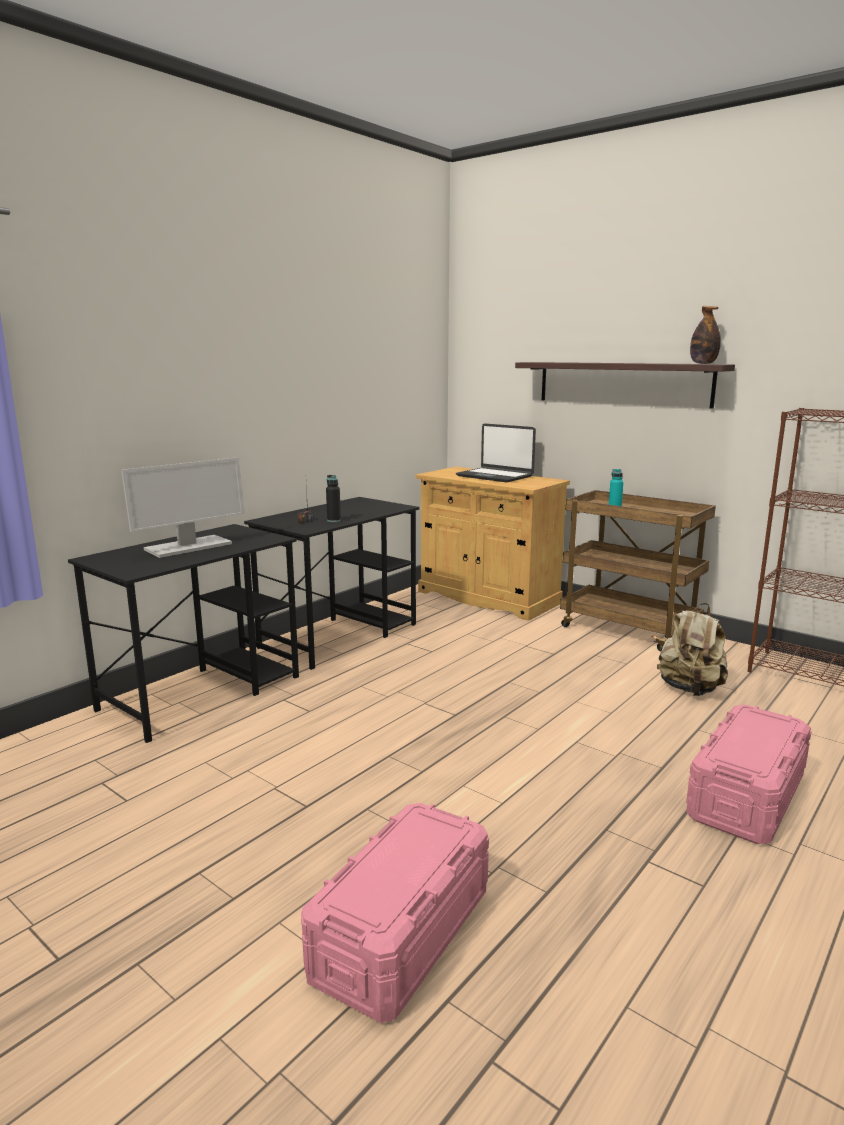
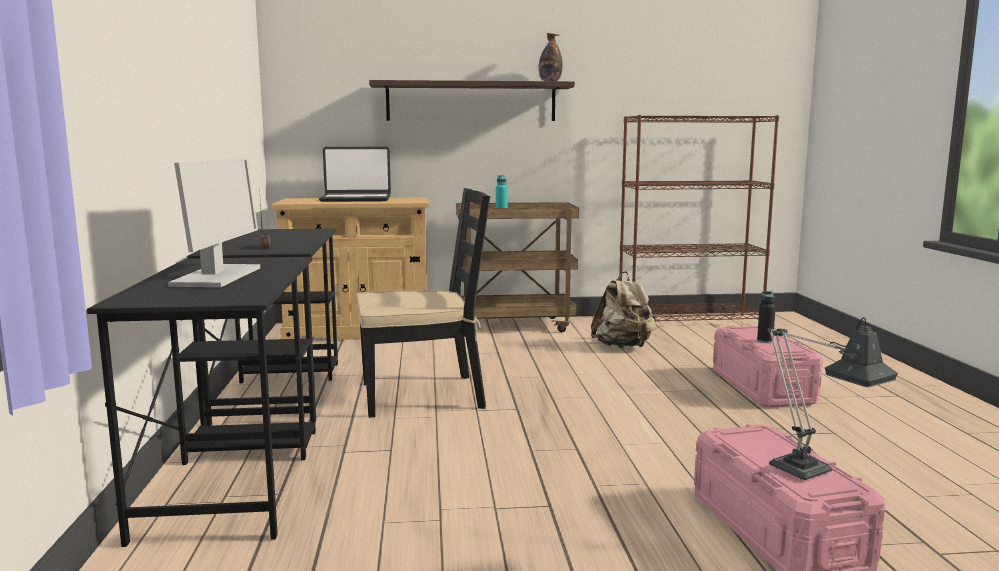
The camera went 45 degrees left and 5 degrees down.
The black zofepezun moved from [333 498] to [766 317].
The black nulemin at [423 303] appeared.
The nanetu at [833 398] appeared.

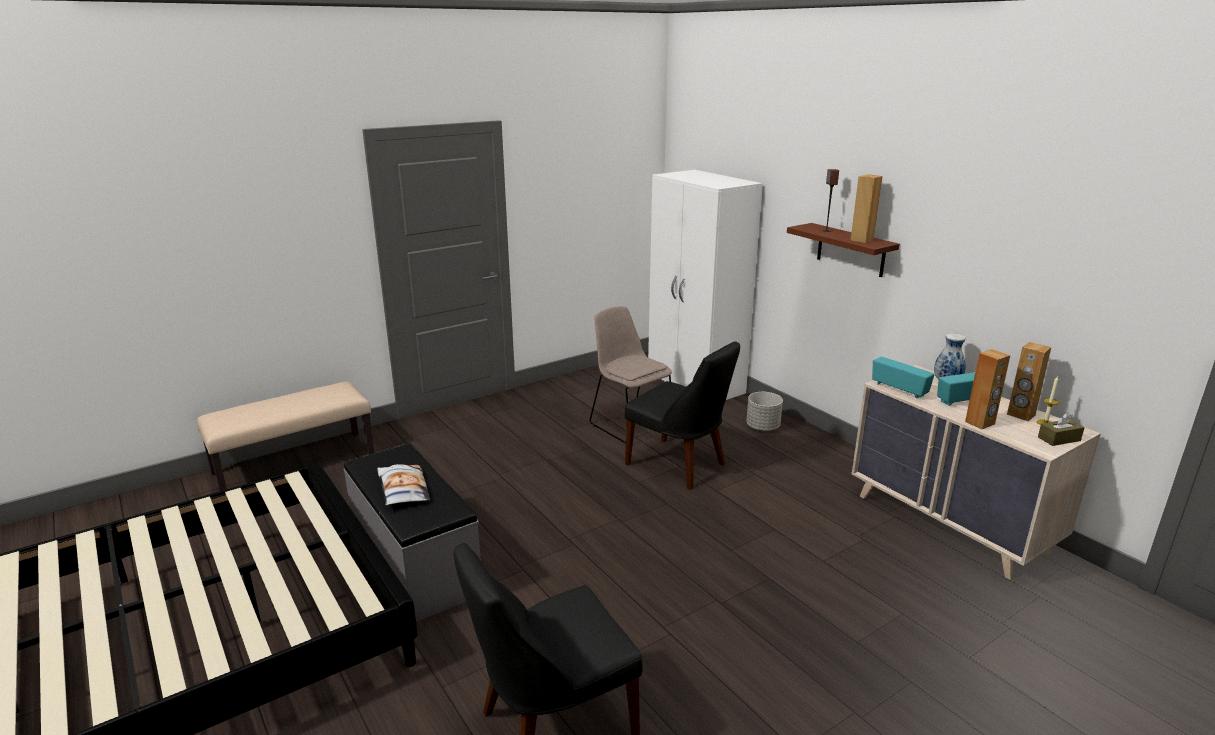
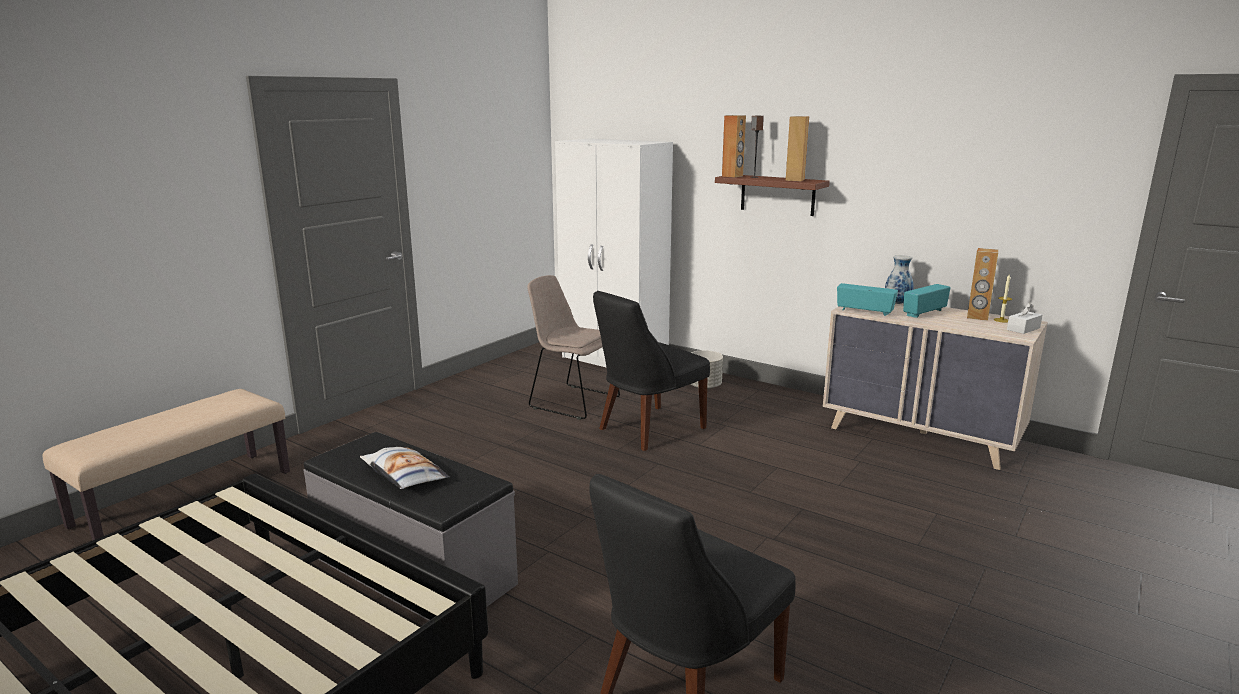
The camera went 20 degrees left and 5 degrees down.
The black nulemin at [682 415] turned 120 degrees clockwise.
The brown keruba moved from [987 389] to [734 146].
The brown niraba at [1061 429] became the white niraba at [1024 318].

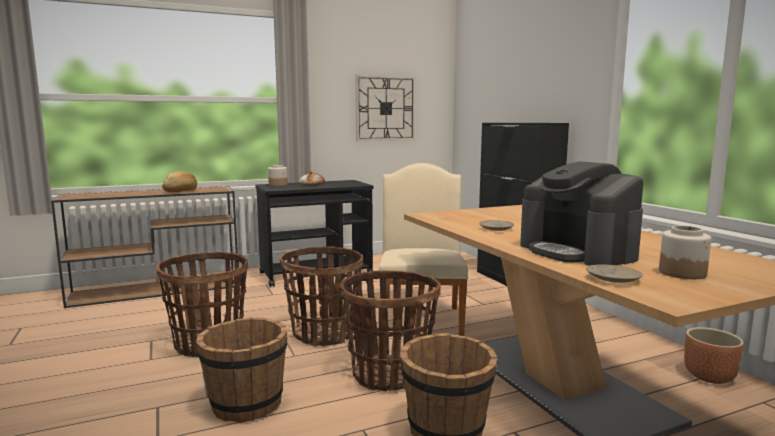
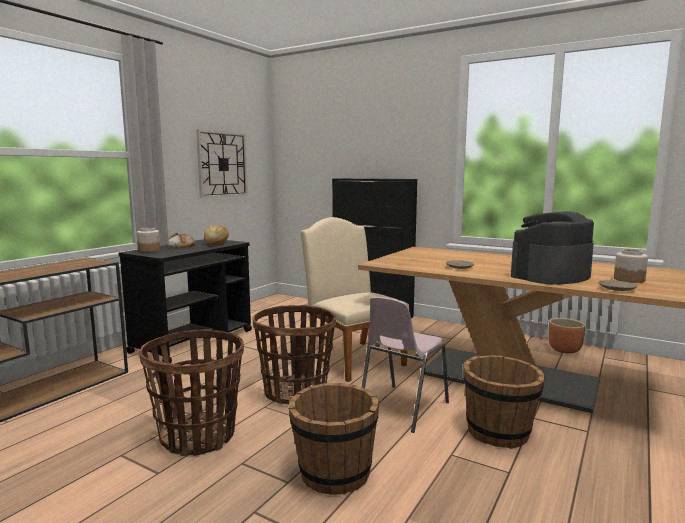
The camera went 35 degrees left and 0 degrees up.
The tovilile moved from [179 182] to [216 235].
The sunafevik at [390 331] was replaced by the pink nulemin at [405 365].
The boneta at [582 213] turned 120 degrees clockwise.

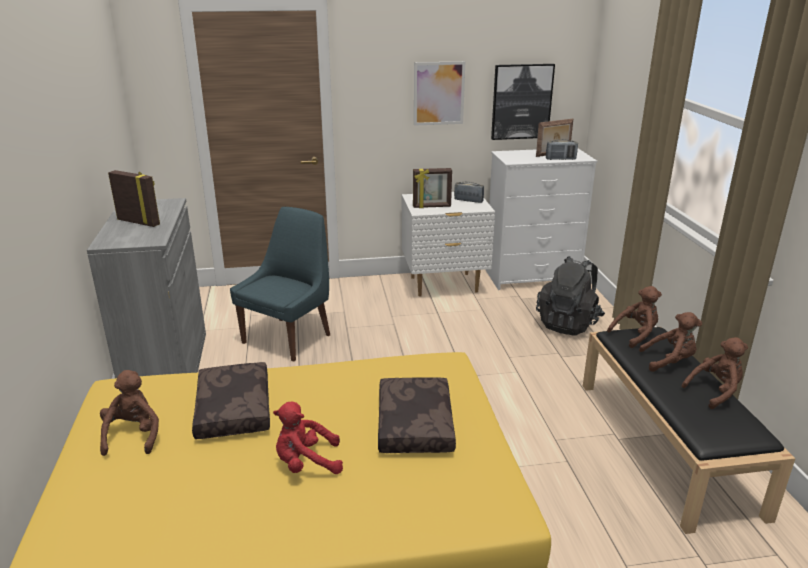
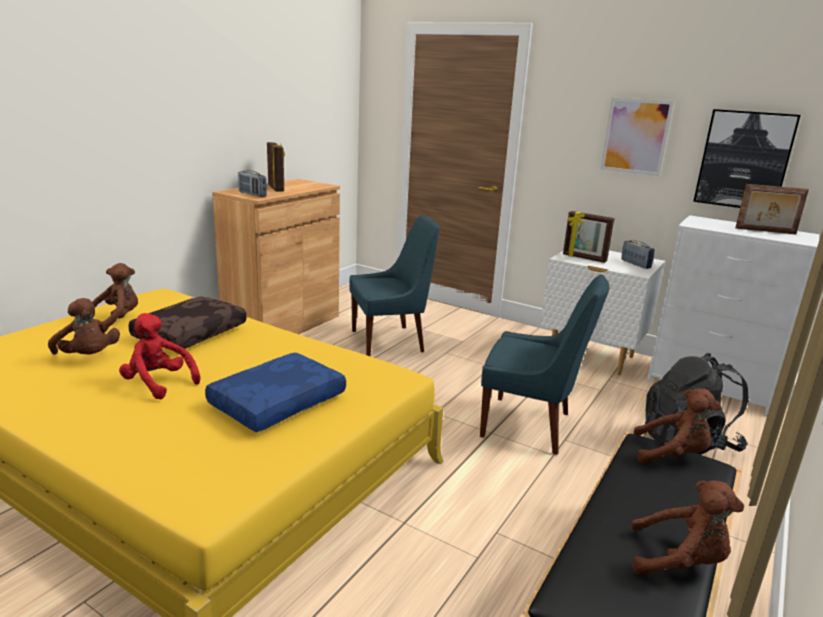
The camera went 40 degrees right and 5 degrees down.
The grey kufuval at [146 288] became the brown kufuval at [276 256].
The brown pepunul at [417 415] became the blue pepunul at [275 392].
The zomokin moved from [562 149] to [252 183].
The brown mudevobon moved from [670 342] to [84 326].
The blue nulemin at [545 364] appeared.

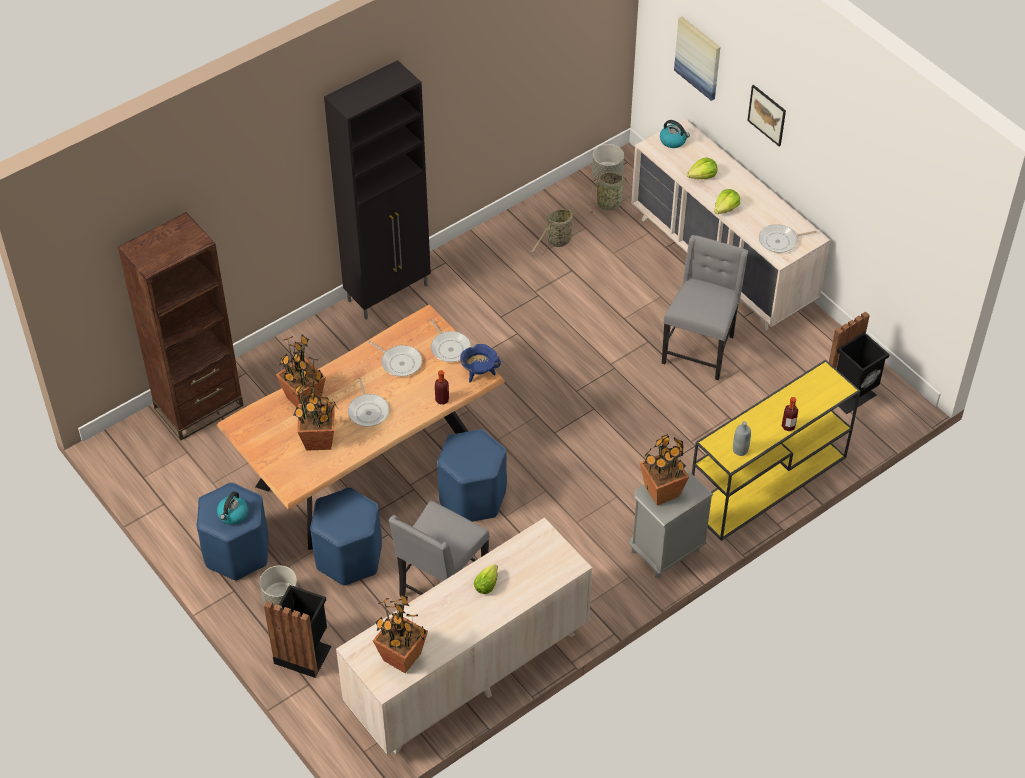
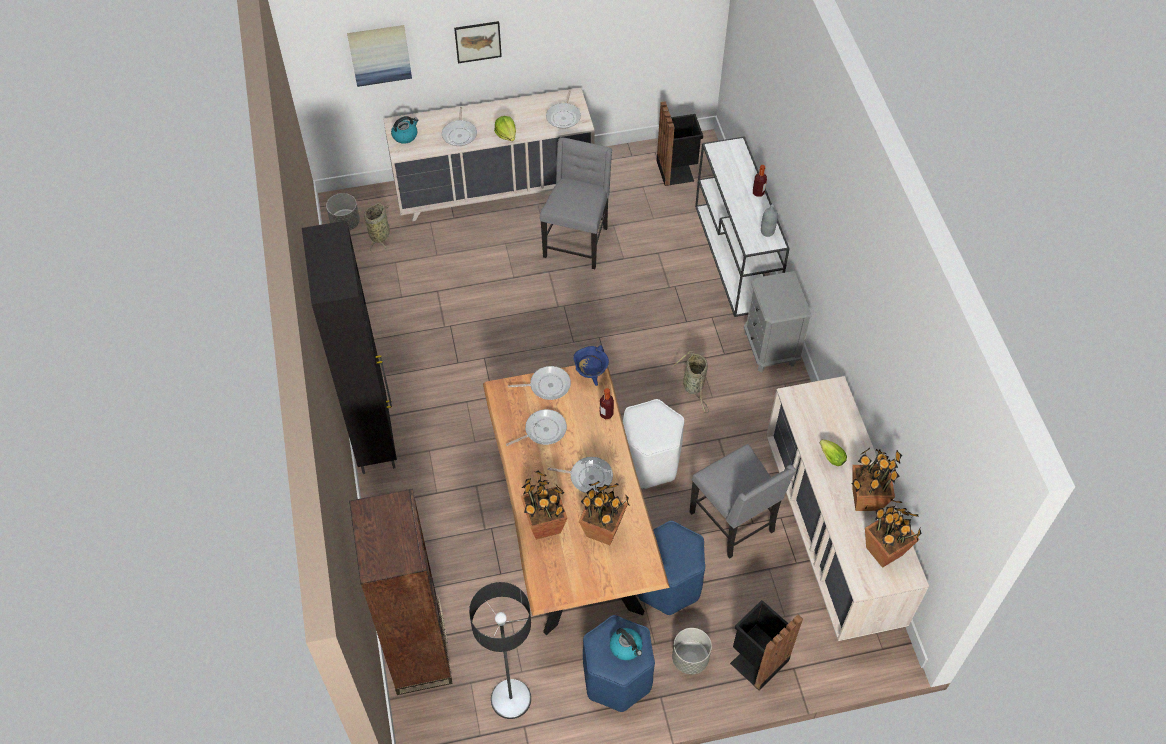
The camera went 65 degrees left and 5 degrees up.
The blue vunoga at [472 475] became the white vunoga at [653 444].
The sunafevik moved from [555 232] to [690 382].
The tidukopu moved from [664 469] to [877 479].
The grey nulemin at [705 307] turned 60 degrees clockwise.
The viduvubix at [702 168] was replaced by the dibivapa at [459 126].
The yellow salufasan at [776 450] became the white salufasan at [742 226].
The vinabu at [500 650] appeared.

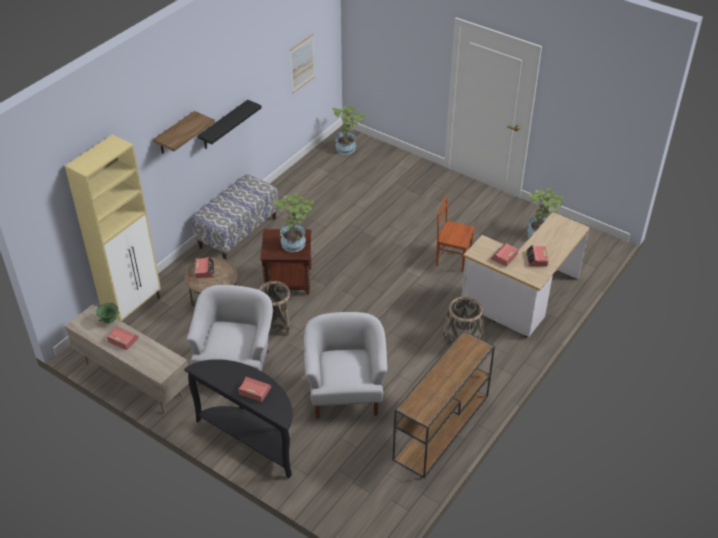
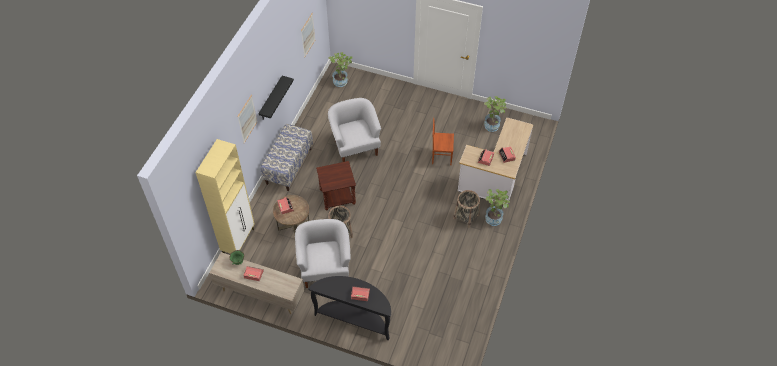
The camera went 15 degrees left and 10 degrees up.
The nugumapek at [184 132] was replaced by the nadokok at [247 119].
The tidukopu moved from [293 222] to [497 207].
The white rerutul moved from [345 365] to [354 130].
The brown salufasan at [444 404] disappeared.

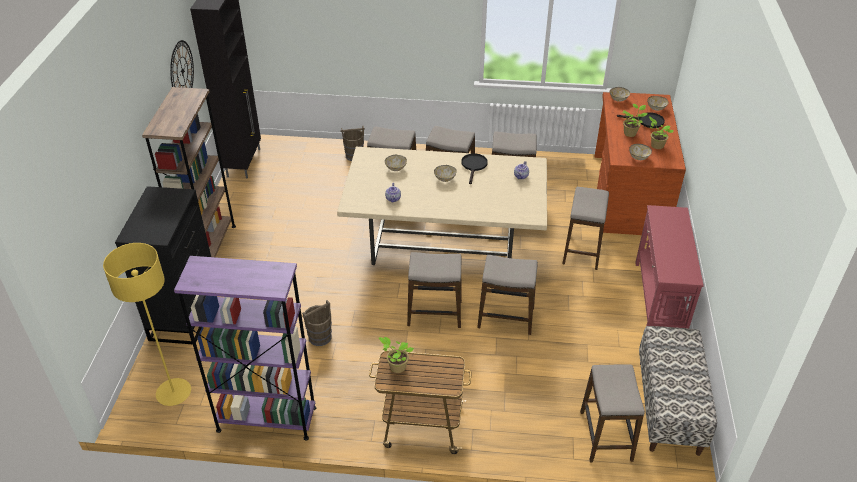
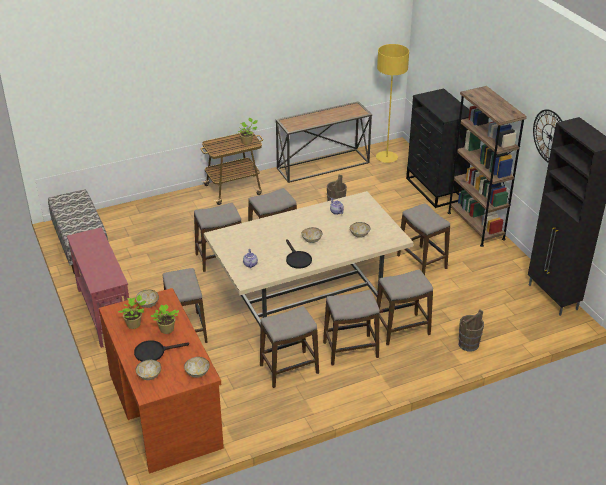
The camera went 150 degrees right and 5 degrees down.
The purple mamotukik at [245 348] was replaced by the salufasan at [323 142].
The vunoga moved from [612 413] to [423 239].

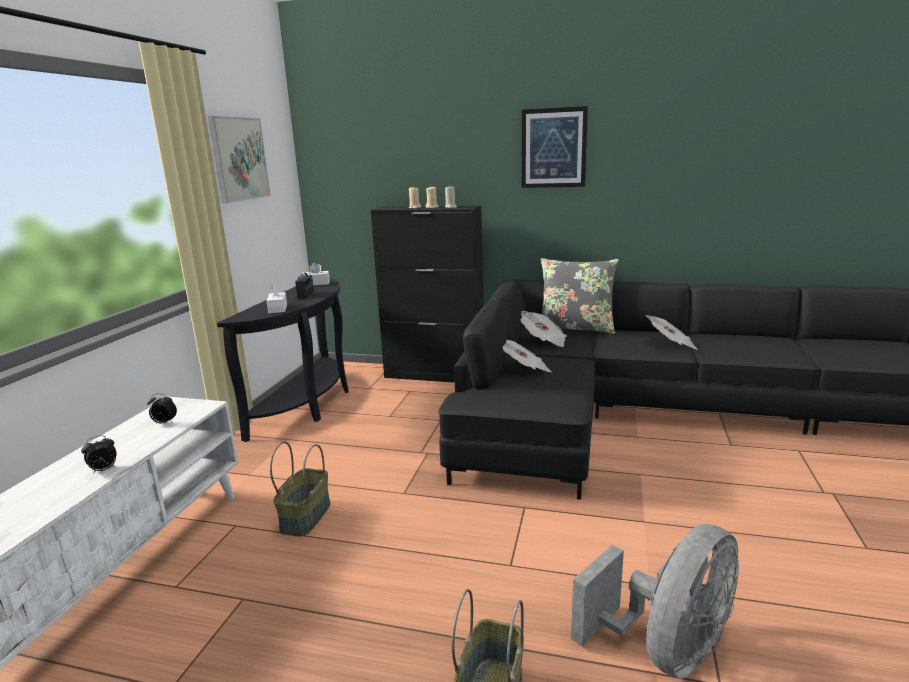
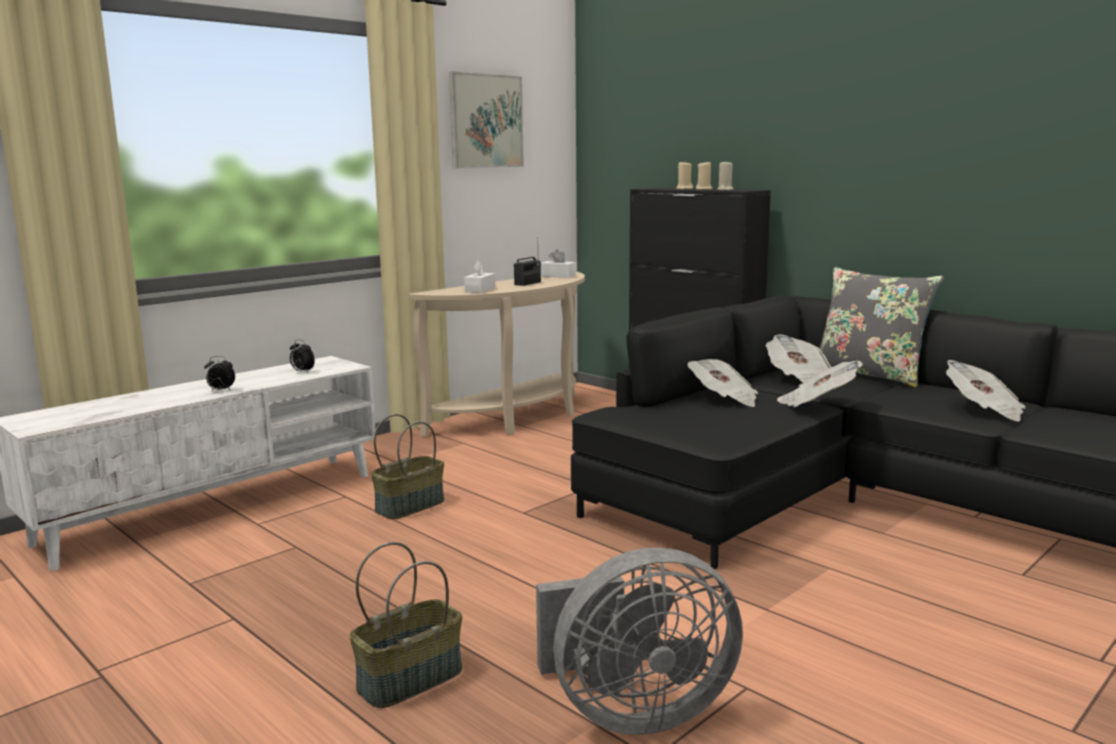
The camera went 30 degrees right and 5 degrees down.
The black salufasan at [283 360] became the beige salufasan at [496 354].
The nadokok at [555 147] disappeared.
The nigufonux at [820 384] appeared.

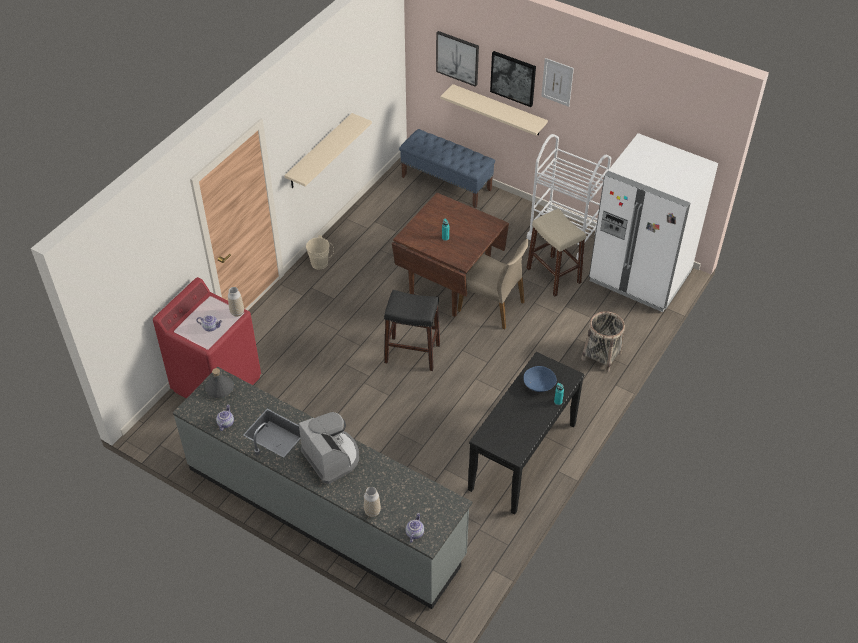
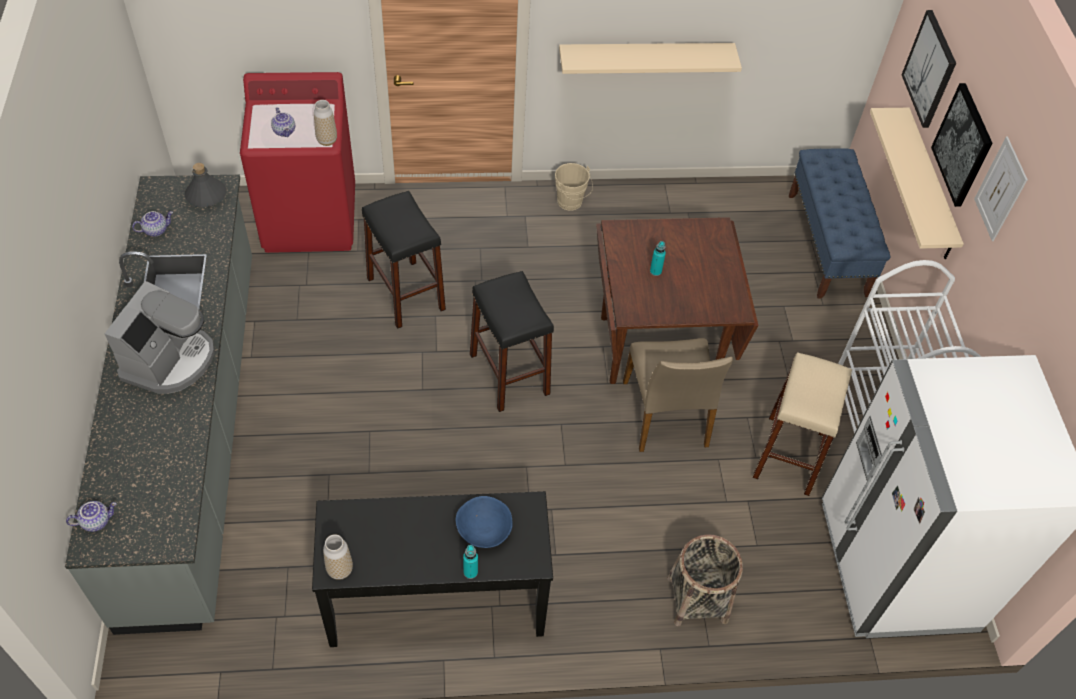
The camera went 50 degrees right and 5 degrees up.
The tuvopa moved from [372 502] to [338 557].
The black vunoga at [404 260] appeared.

